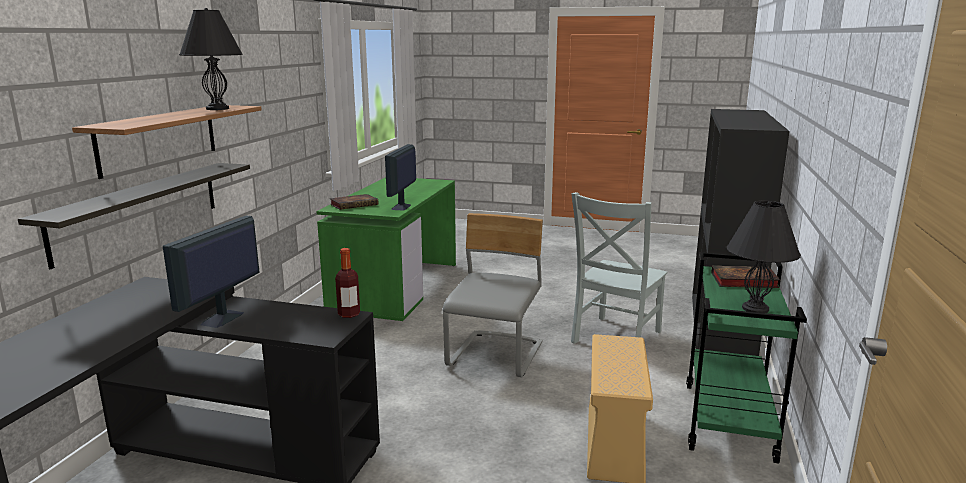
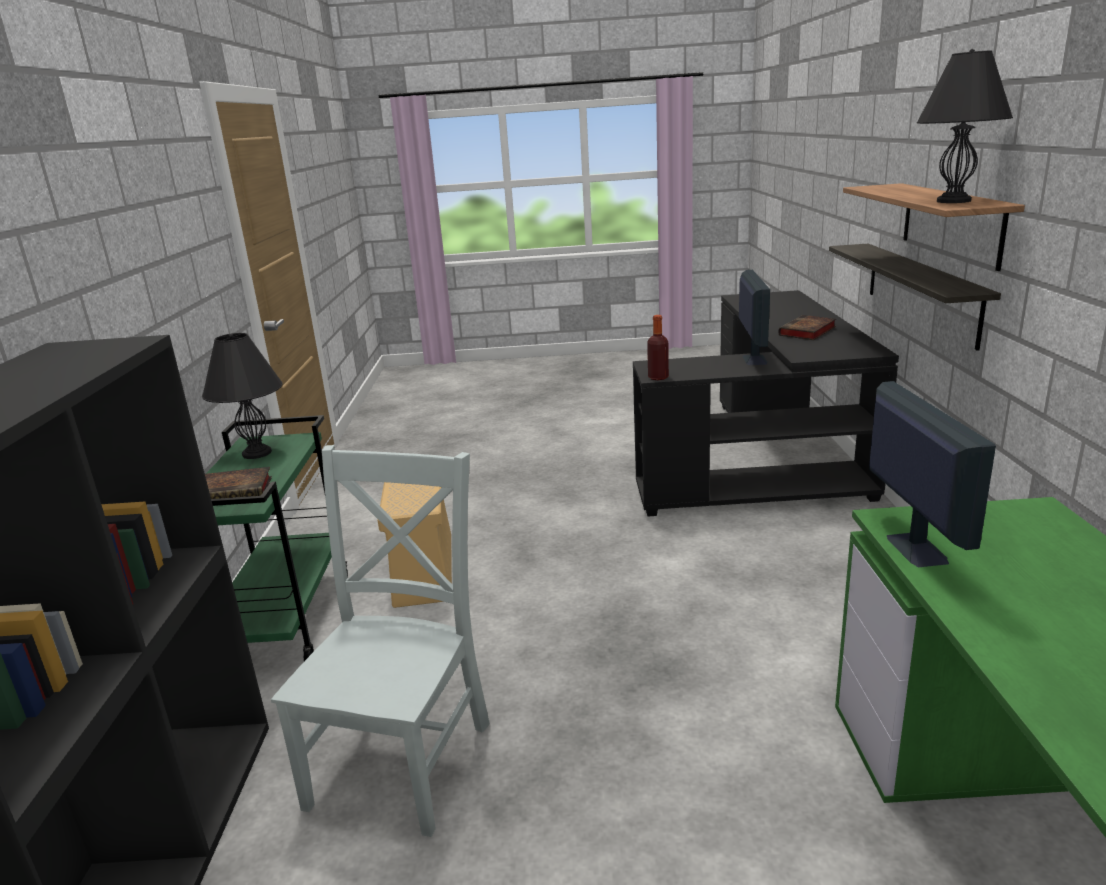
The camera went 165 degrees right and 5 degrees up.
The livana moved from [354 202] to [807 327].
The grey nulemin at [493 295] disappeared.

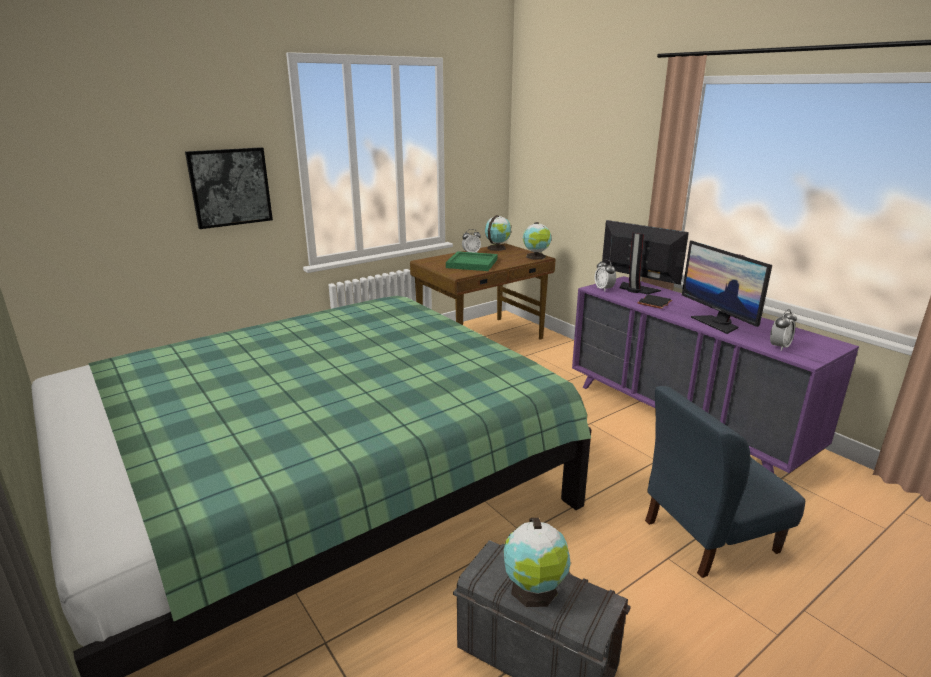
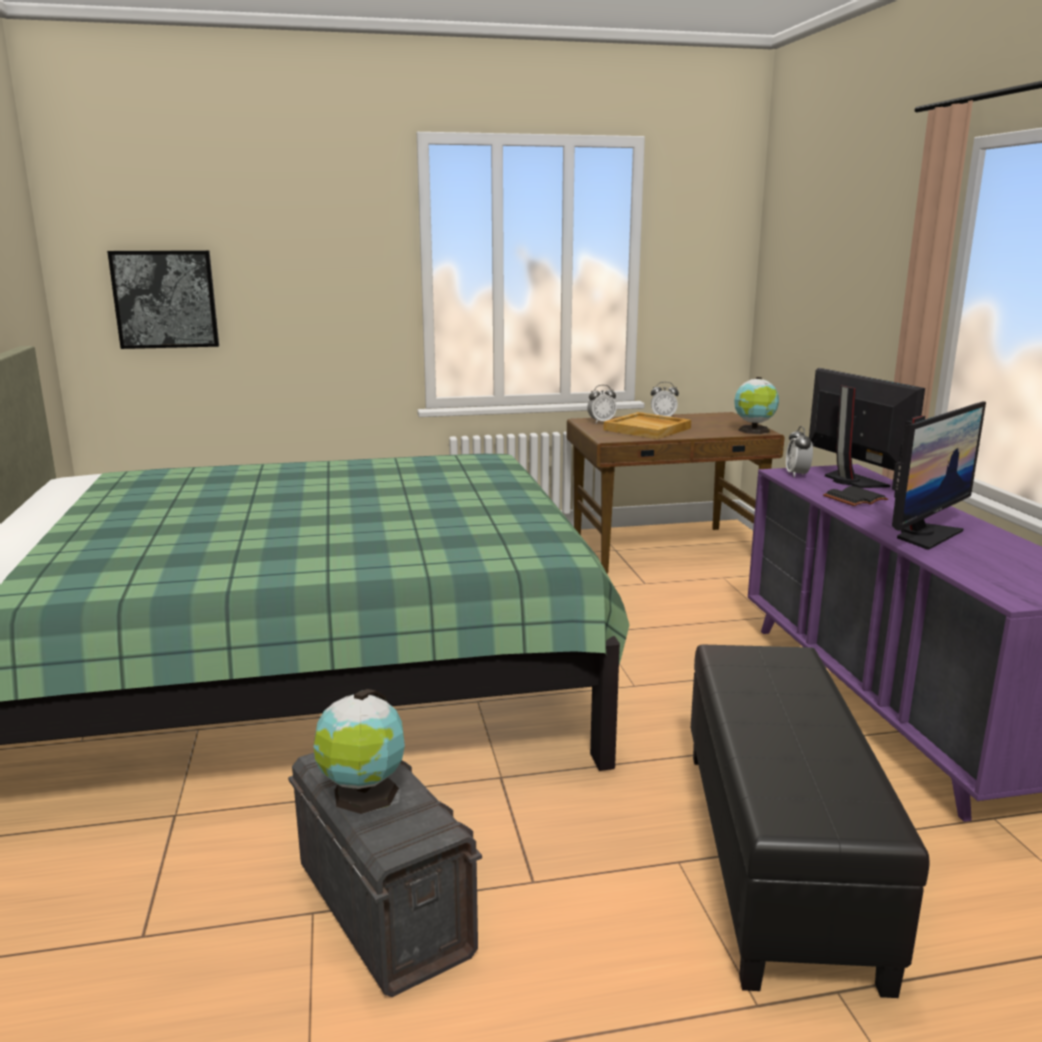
The camera went 25 degrees right and 5 degrees down.
The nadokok moved from [229 188] to [163 299].
The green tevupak at [471 261] became the beige tevupak at [647 425].
The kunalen at [498 233] disappeared.
The blue nulemin at [725 482] was replaced by the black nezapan at [810 821].
The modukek at [727 287] turned 135 degrees counterclockwise.
The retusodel moved from [783 330] to [602 404].

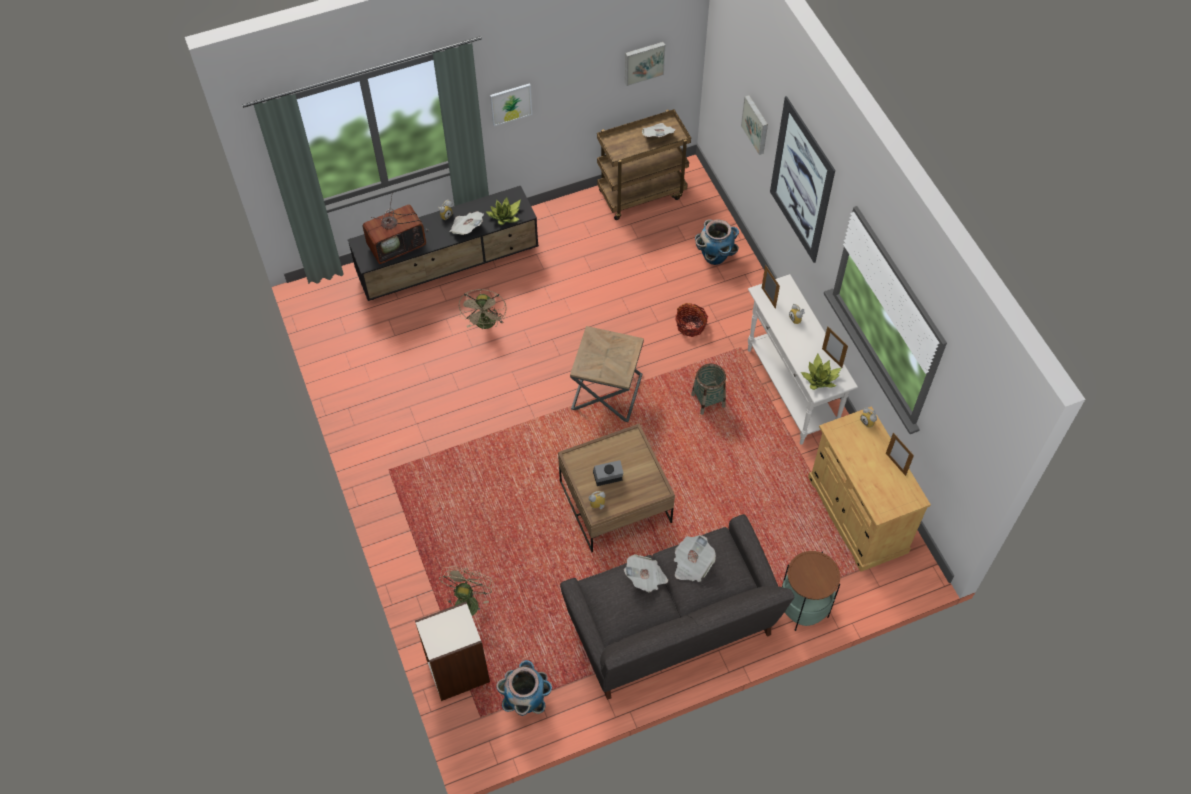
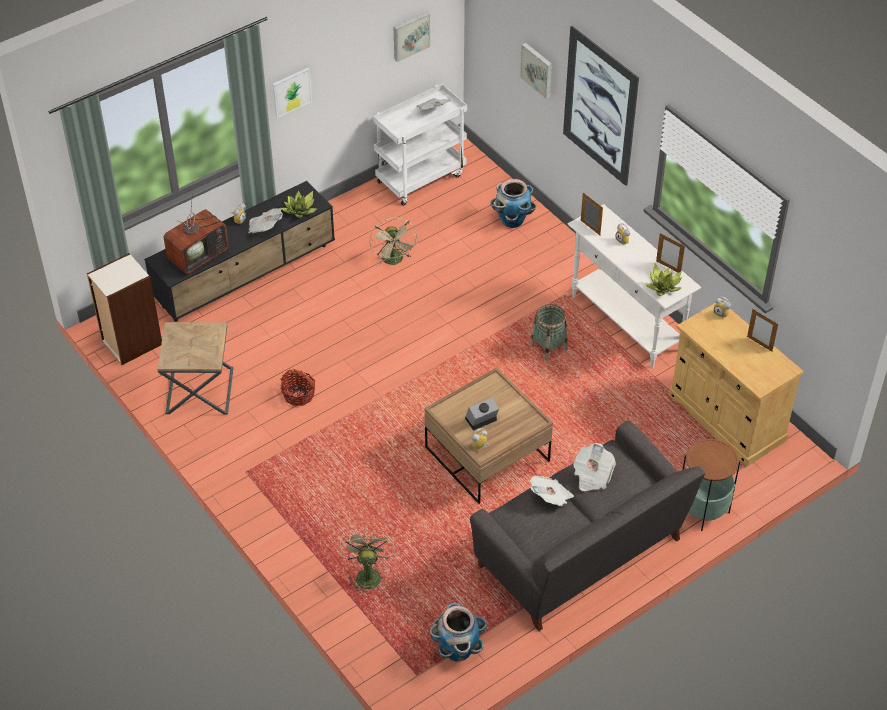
The camera went 15 degrees left and 10 degrees down.
The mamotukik moved from [452 651] to [124 309].
The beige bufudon moved from [483 309] to [393 242].
The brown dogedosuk moved from [607 374] to [195 368].
The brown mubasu at [644 164] became the white mubasu at [420 145].
The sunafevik moved from [691 320] to [298 387].

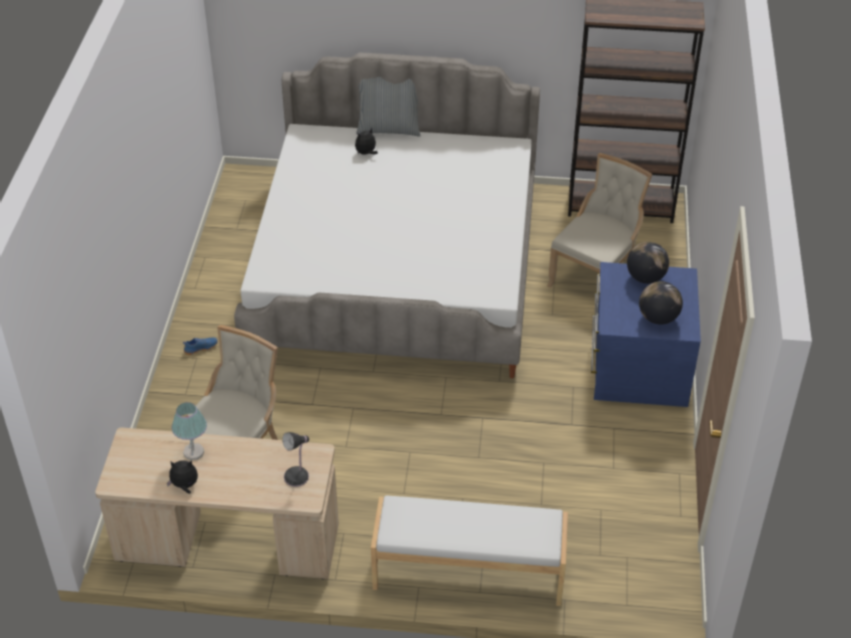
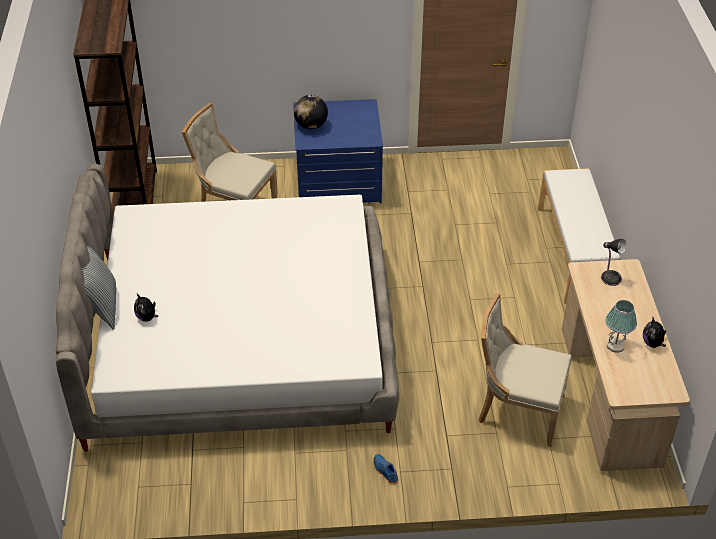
The camera went 100 degrees left and 0 degrees up.
The kunalen at [661 303] disappeared.

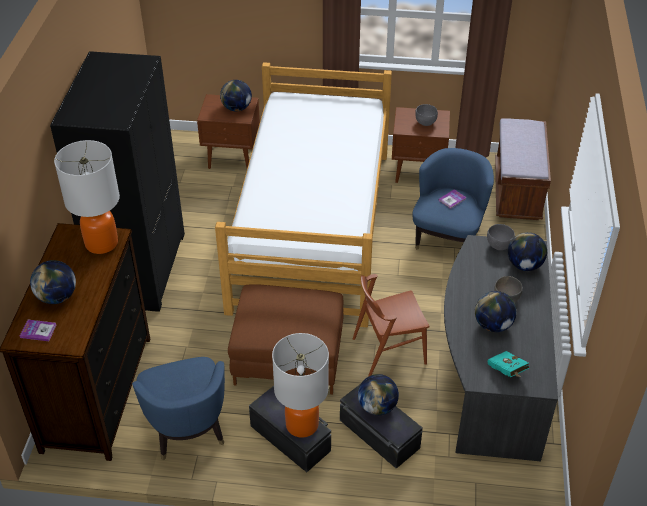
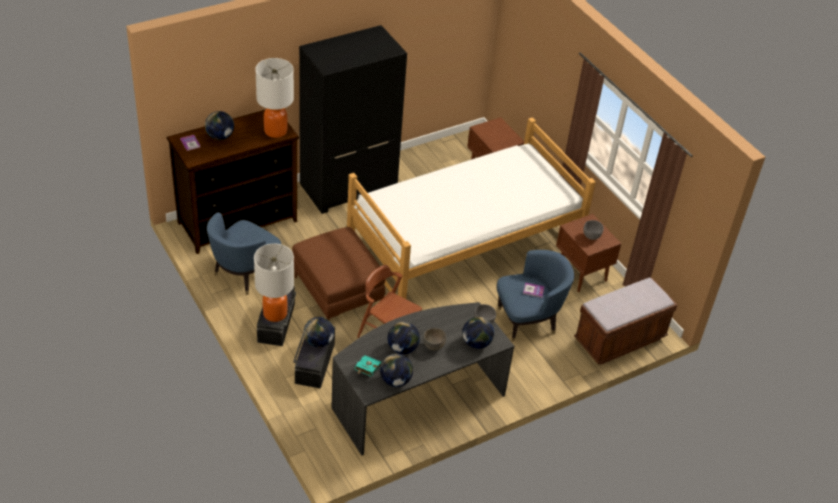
The camera went 50 degrees right and 0 degrees up.
The kunalen moved from [236 96] to [396 370].

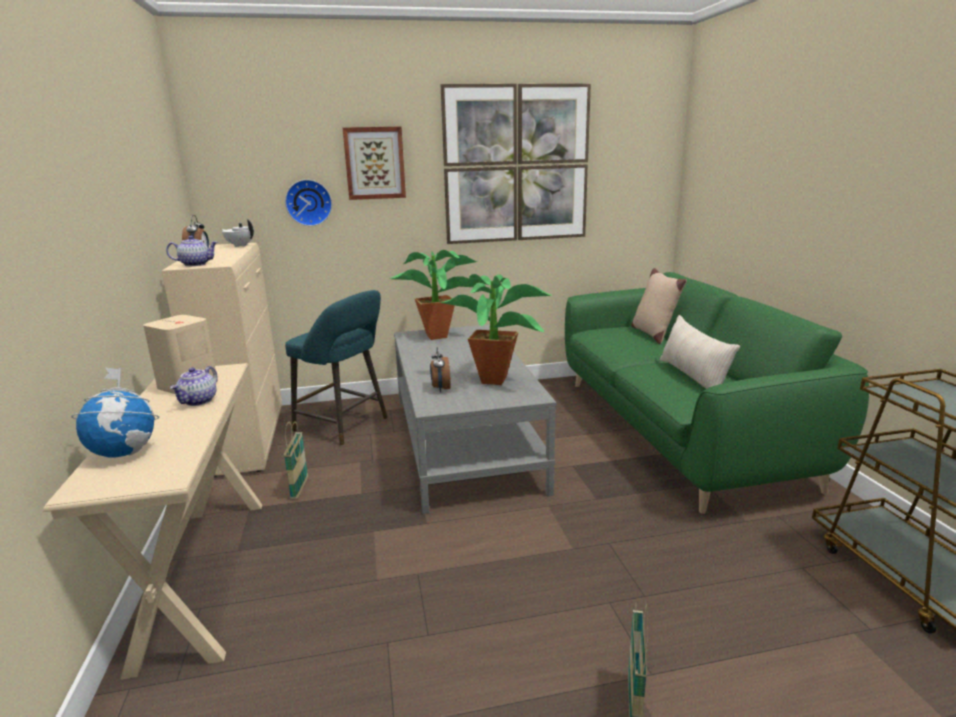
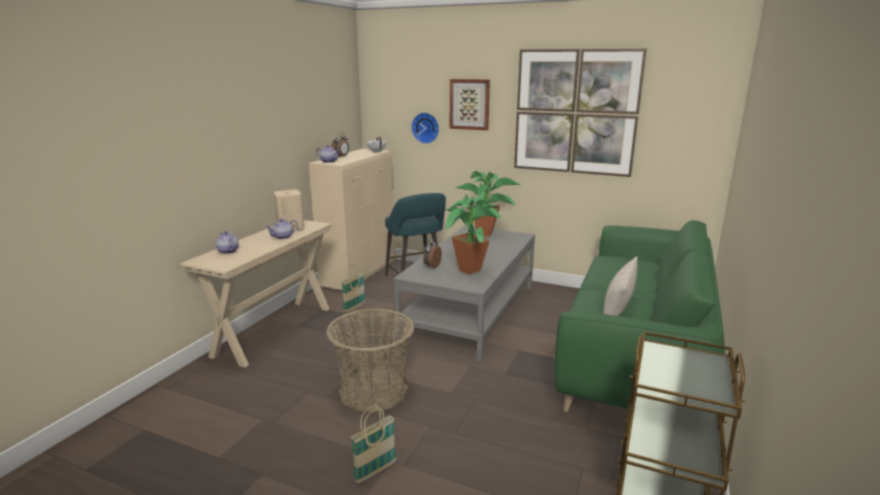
The camera went 35 degrees right and 0 degrees up.
The kunalen at [115 412] was replaced by the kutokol at [227 242].
The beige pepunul at [659 306] disappeared.
The sunafevik at [370 360] appeared.

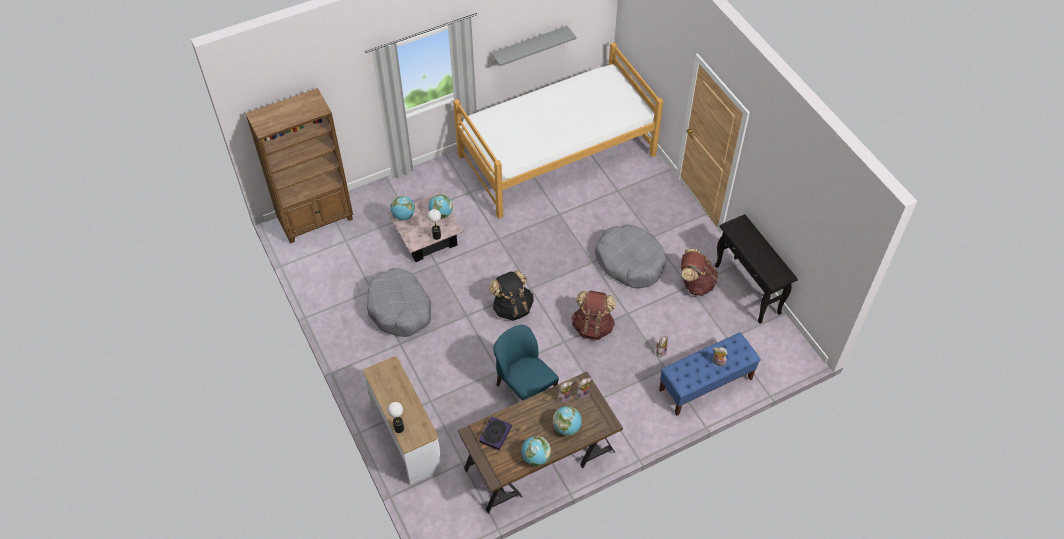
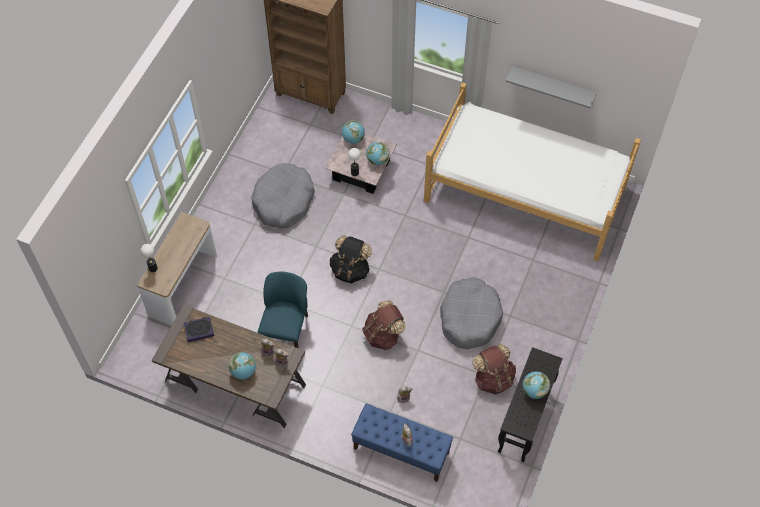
The camera went 50 degrees right and 5 degrees up.
The kunalen moved from [536 451] to [536 385].

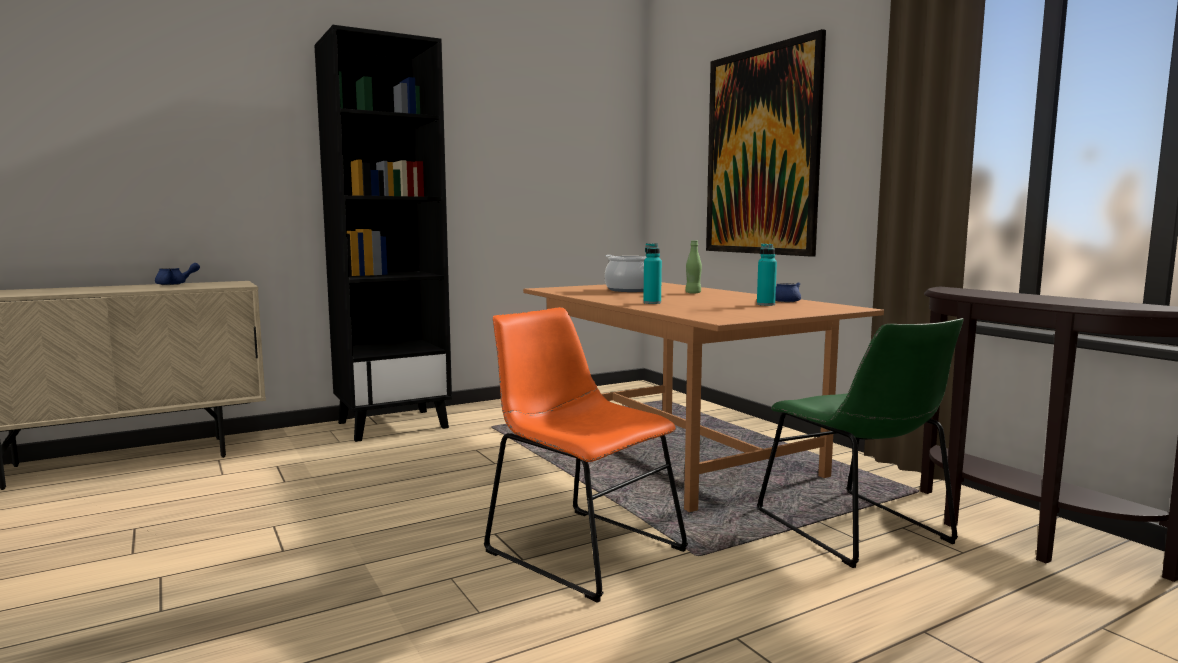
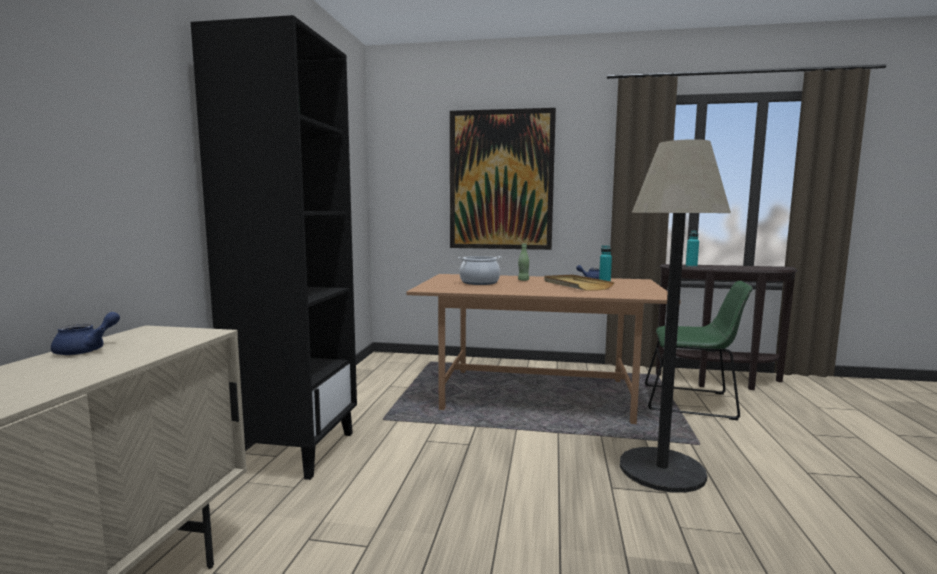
The camera went 50 degrees left and 0 degrees up.
The orange nulemin at [586 455] was replaced by the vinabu at [675 316].
The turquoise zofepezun moved from [652 273] to [692 248].
The beige tevupak at [579 283] appeared.

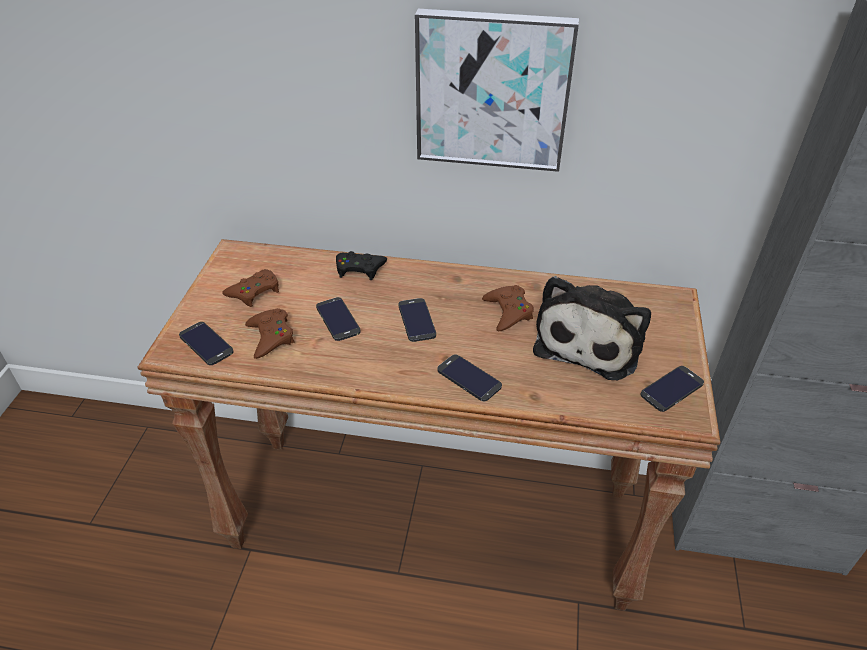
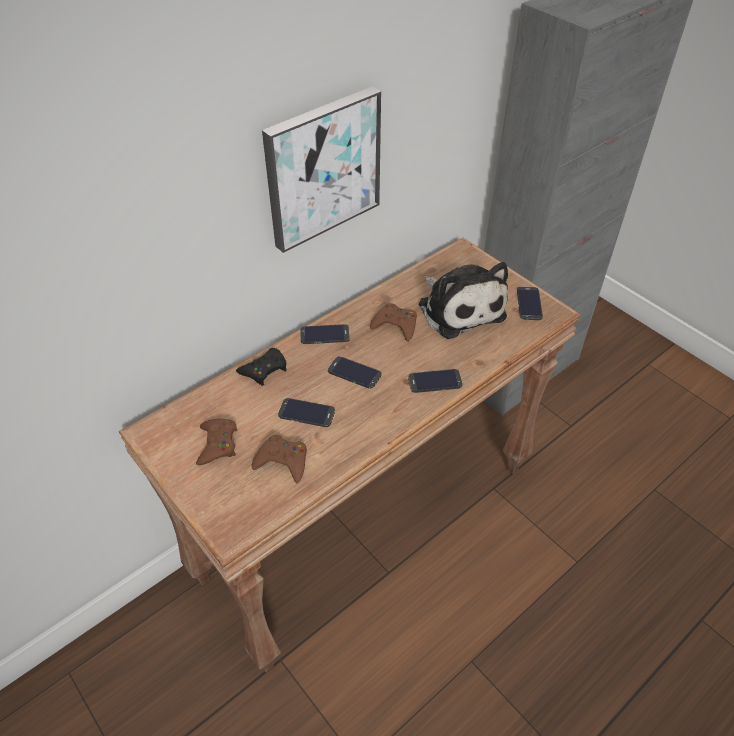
The camera went 50 degrees left and 5 degrees up.
The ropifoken moved from [206 343] to [325 334].

